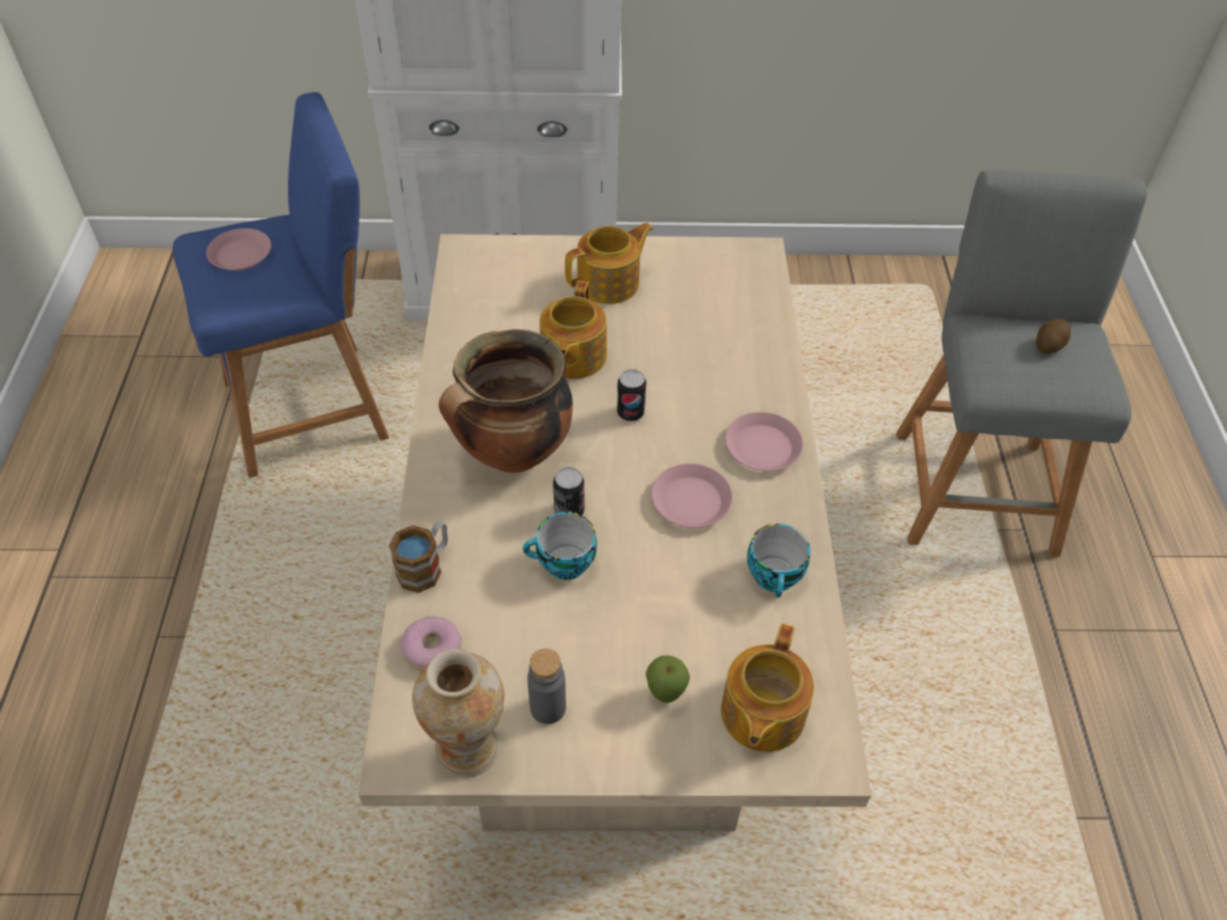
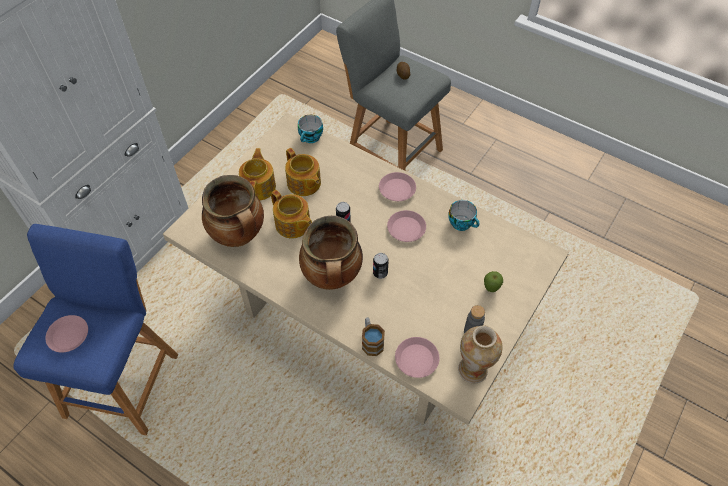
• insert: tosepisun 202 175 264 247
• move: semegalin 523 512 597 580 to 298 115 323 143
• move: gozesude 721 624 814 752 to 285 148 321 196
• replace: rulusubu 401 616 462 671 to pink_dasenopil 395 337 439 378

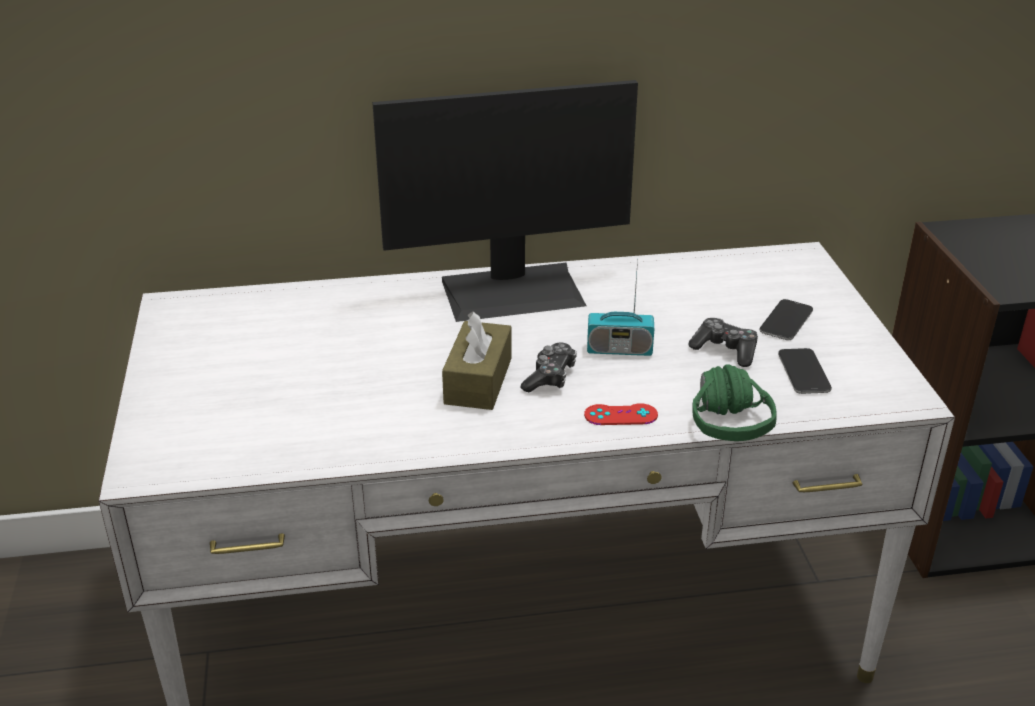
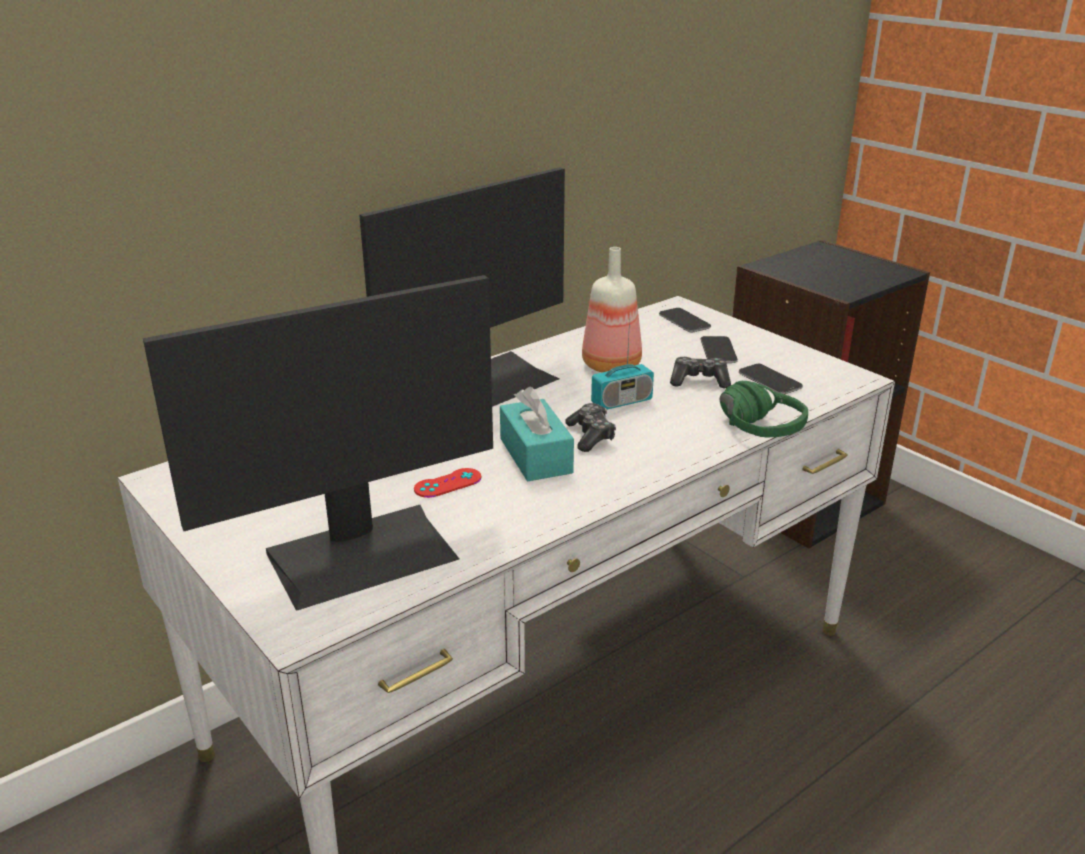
• insert: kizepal 143 275 493 611
• insert: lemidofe 582 247 642 372
• insert: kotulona 659 308 711 332
• move: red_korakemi 584 403 658 425 to 414 468 481 498
• recolor: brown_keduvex 442 312 512 410 to turquoise_keduvex 500 387 574 481

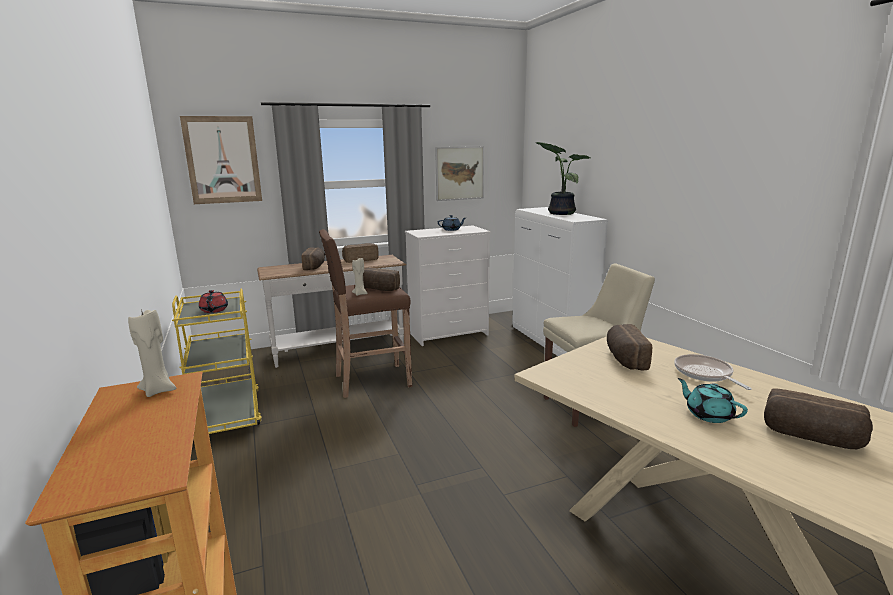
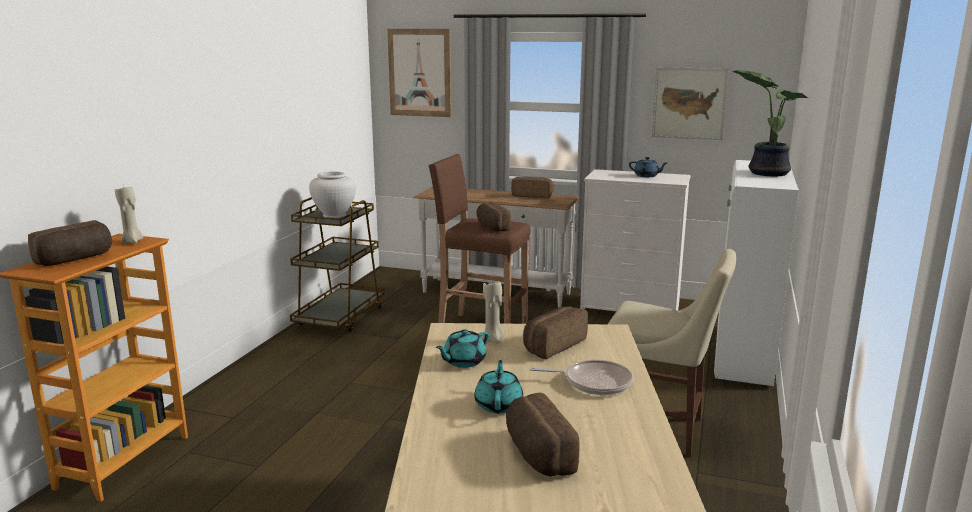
• insert: turquoise_gozesude 436 329 489 368
• move: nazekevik 302 247 325 270 to 28 220 112 266
• move: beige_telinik 352 258 368 296 to 482 279 504 343
• replace: red_gozesude 199 290 228 313 to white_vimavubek 309 172 356 218
• recolor: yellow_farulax 172 289 262 434 to brown_farulax 290 197 384 332
• rotate: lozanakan 674 354 752 390 = 530 360 633 395 75 degrees clockwise

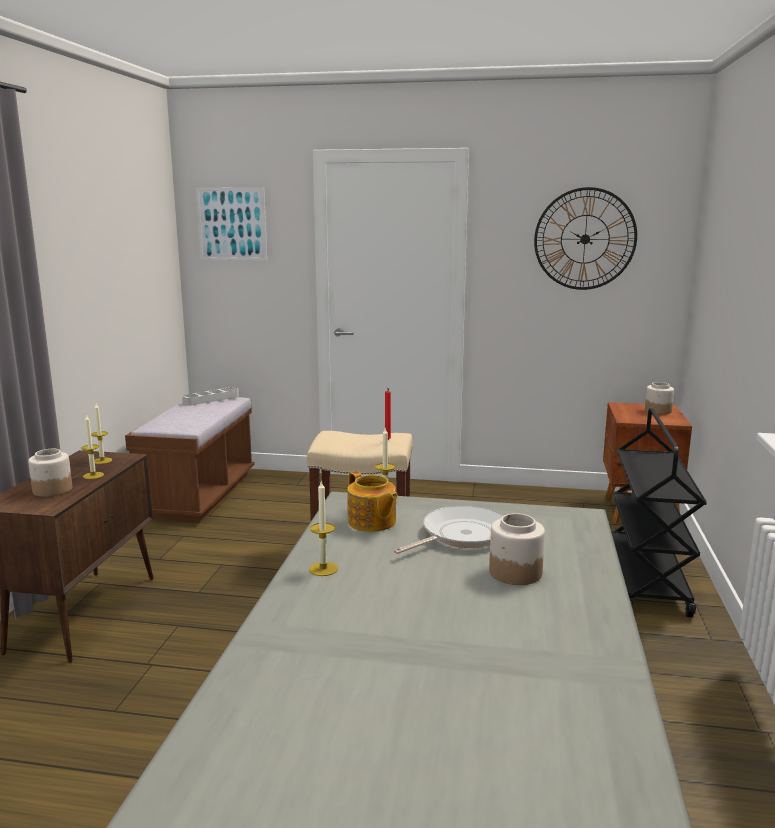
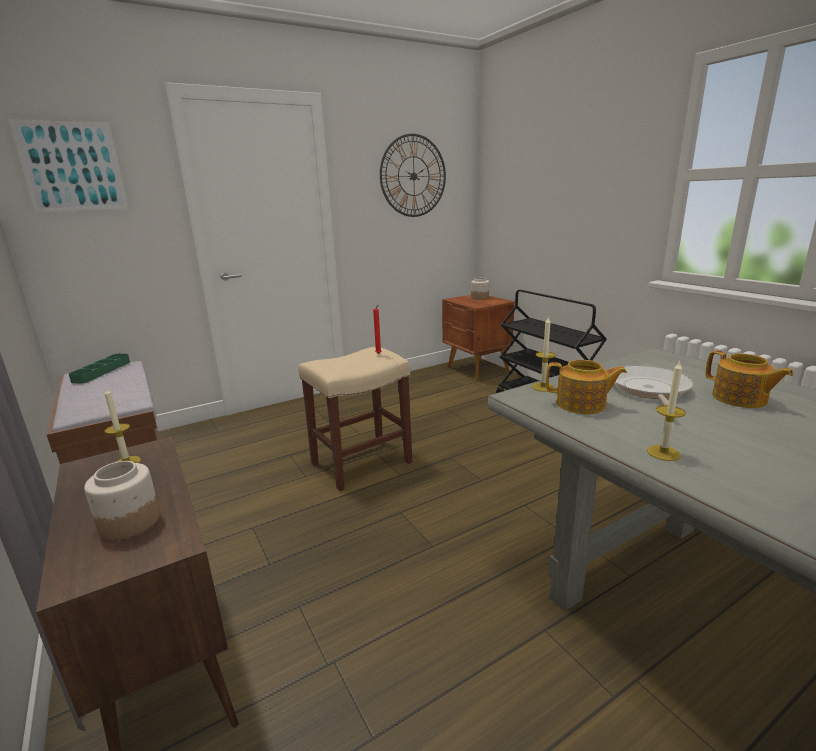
• delete: telinik 81 414 104 479
• replace: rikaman 489 513 545 585 to gozesude 705 350 794 408
• recolor: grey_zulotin 182 387 239 406 to green_zulotin 69 354 130 384

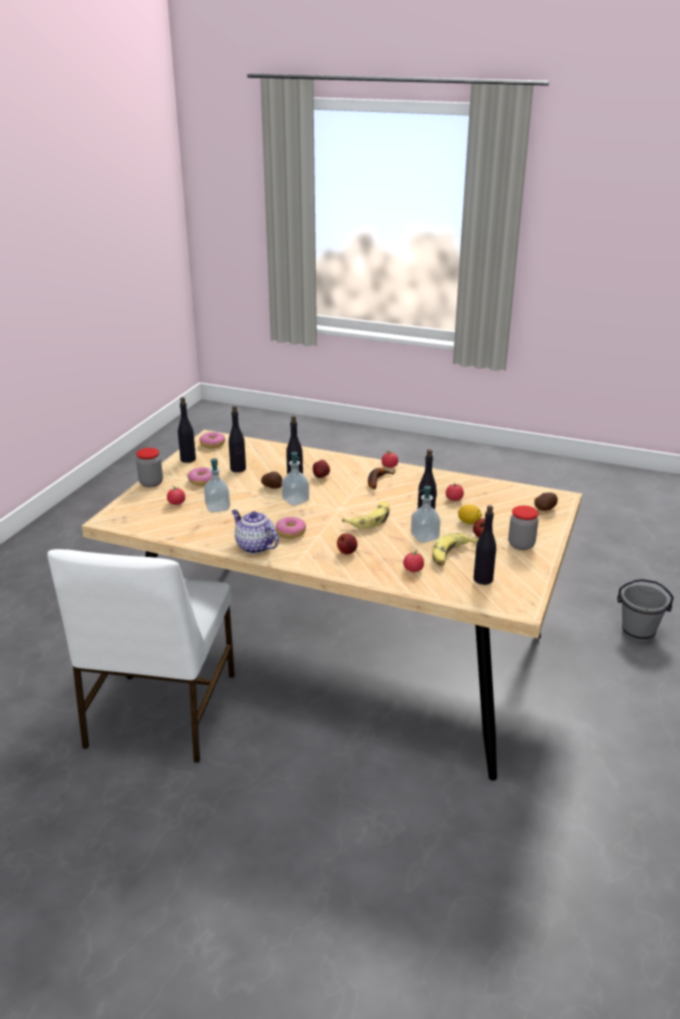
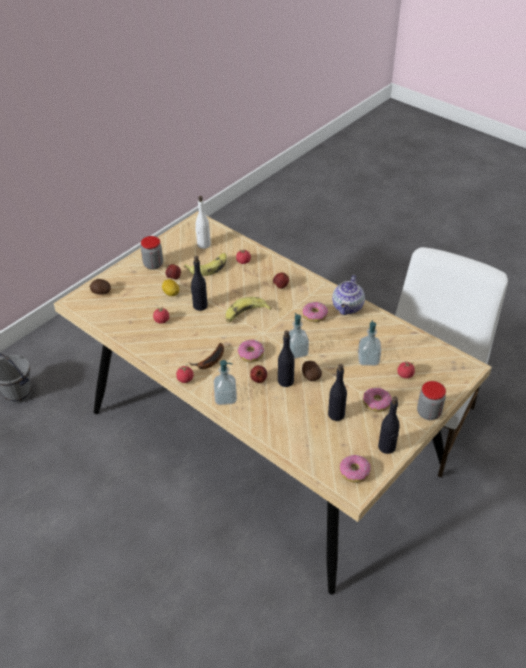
• insert: rulusubu 238 340 264 362
• move: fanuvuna 411 486 441 543 to 213 360 237 405
• recolor: black_lemidofe 474 505 496 585 to white_lemidofe 195 196 211 249
• rotate: gozesude 232 510 279 554 = 332 275 365 315 45 degrees clockwise

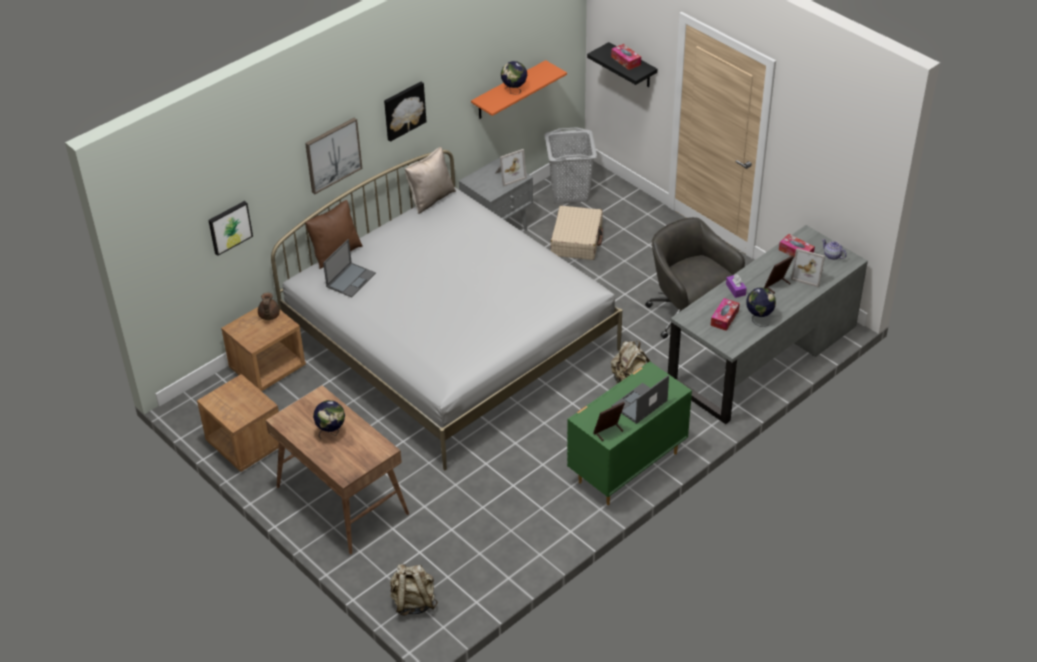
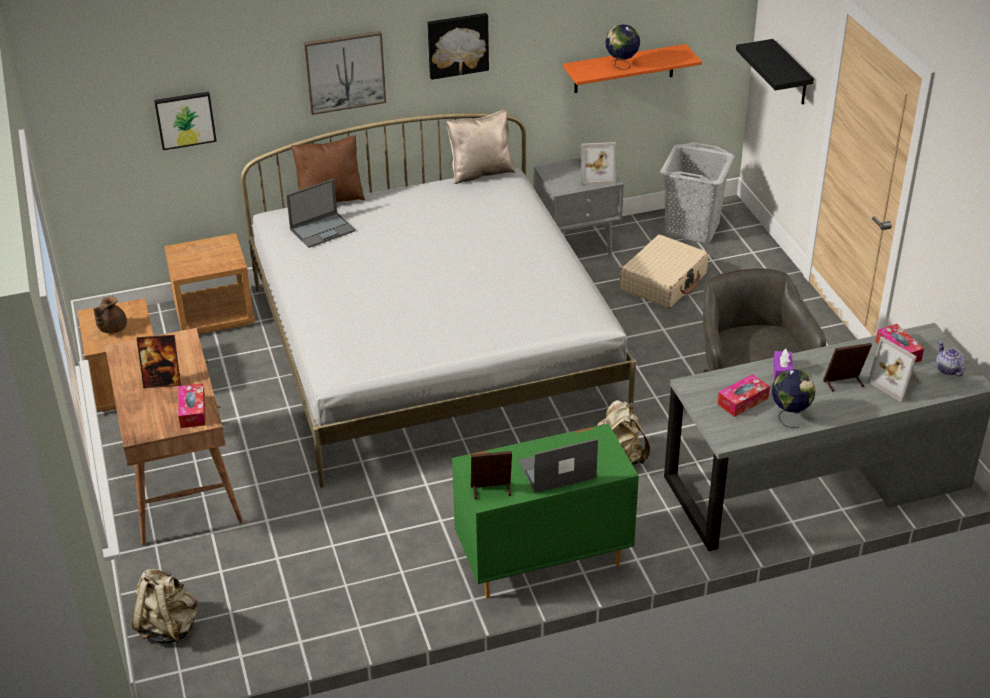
• move: brown_gozesude 258 293 280 320 to 93 296 127 333
• move: keduvex 611 44 641 70 to 178 383 206 428
• replace: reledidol 313 400 345 439 to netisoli 137 335 181 388

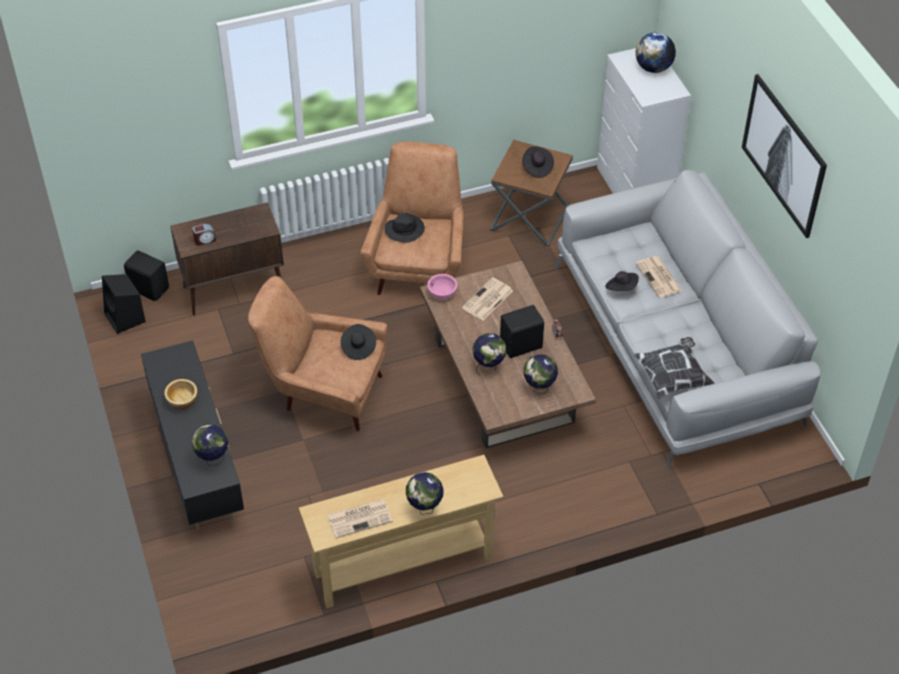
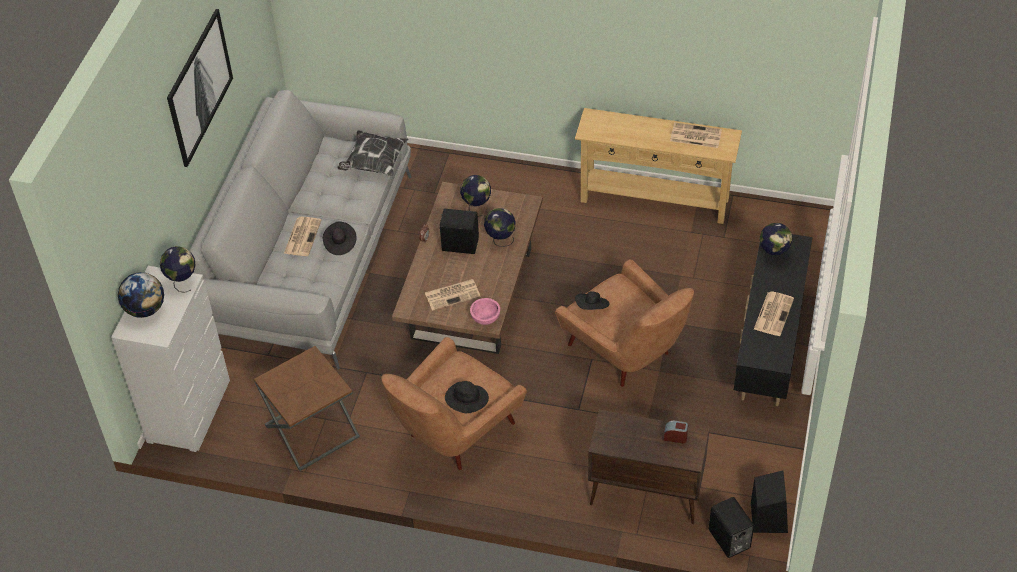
• delete: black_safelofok 522 147 554 178
• move: reledidol 406 472 444 515 to 160 246 196 293
• replace: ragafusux 164 379 198 410 to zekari 754 292 794 336

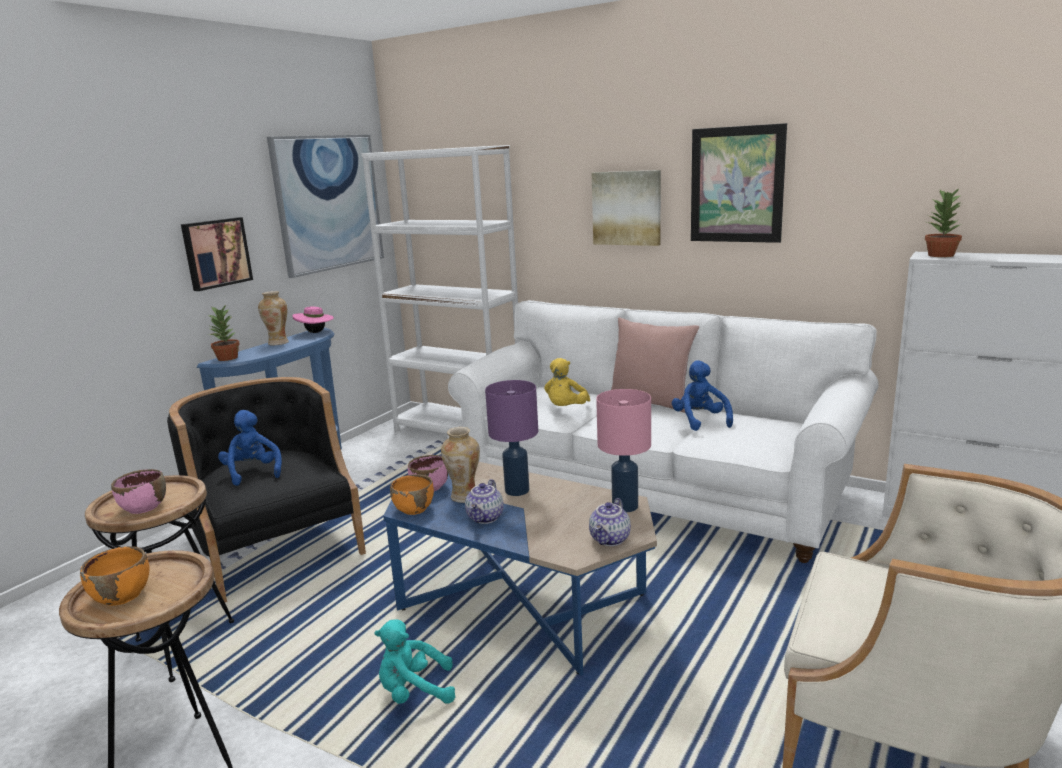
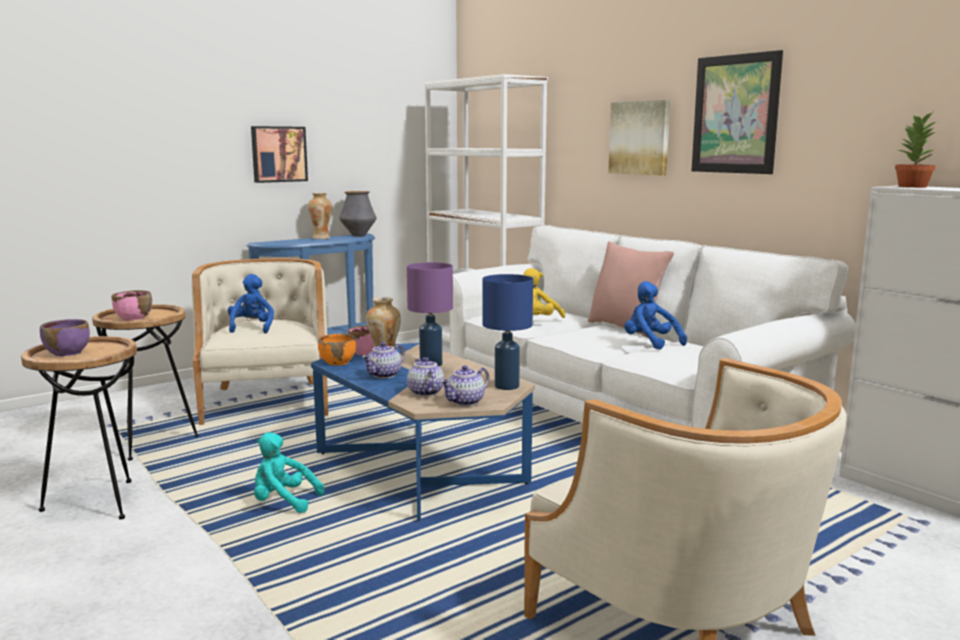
• delete: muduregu 208 304 240 361
• delete: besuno 267 135 384 278
• insert: gozesude 407 357 444 396
• replace: pink_safelofok 292 307 334 333 to vimavubek 339 191 377 237
• recolor: orange_ragafusux 80 546 150 606 to purple_ragafusux 40 319 90 356
• recolor: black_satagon 167 377 366 602 to beige_satagon 192 258 328 425
• recolor: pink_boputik 596 389 651 512 to blue_boputik 482 274 533 390
• rotate: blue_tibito 672 360 733 431 = 624 281 687 350 45 degrees counterclockwise

